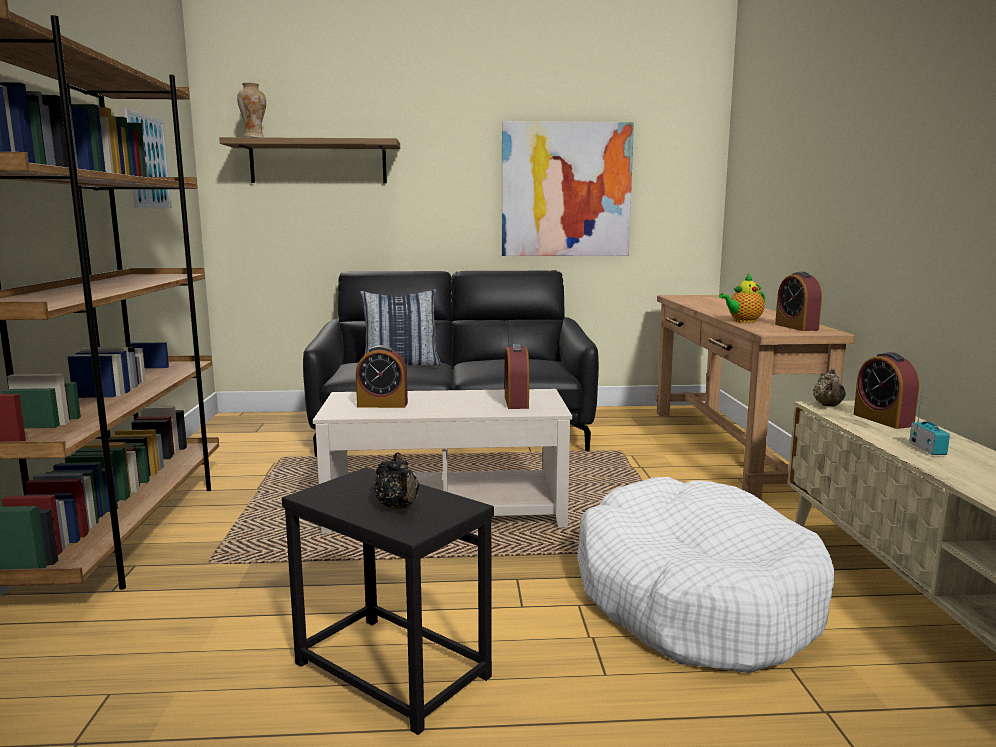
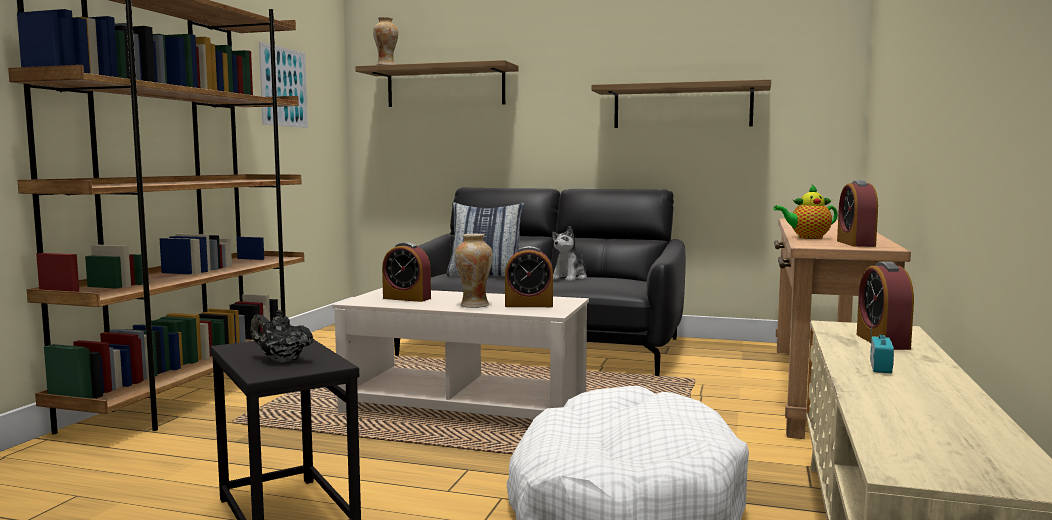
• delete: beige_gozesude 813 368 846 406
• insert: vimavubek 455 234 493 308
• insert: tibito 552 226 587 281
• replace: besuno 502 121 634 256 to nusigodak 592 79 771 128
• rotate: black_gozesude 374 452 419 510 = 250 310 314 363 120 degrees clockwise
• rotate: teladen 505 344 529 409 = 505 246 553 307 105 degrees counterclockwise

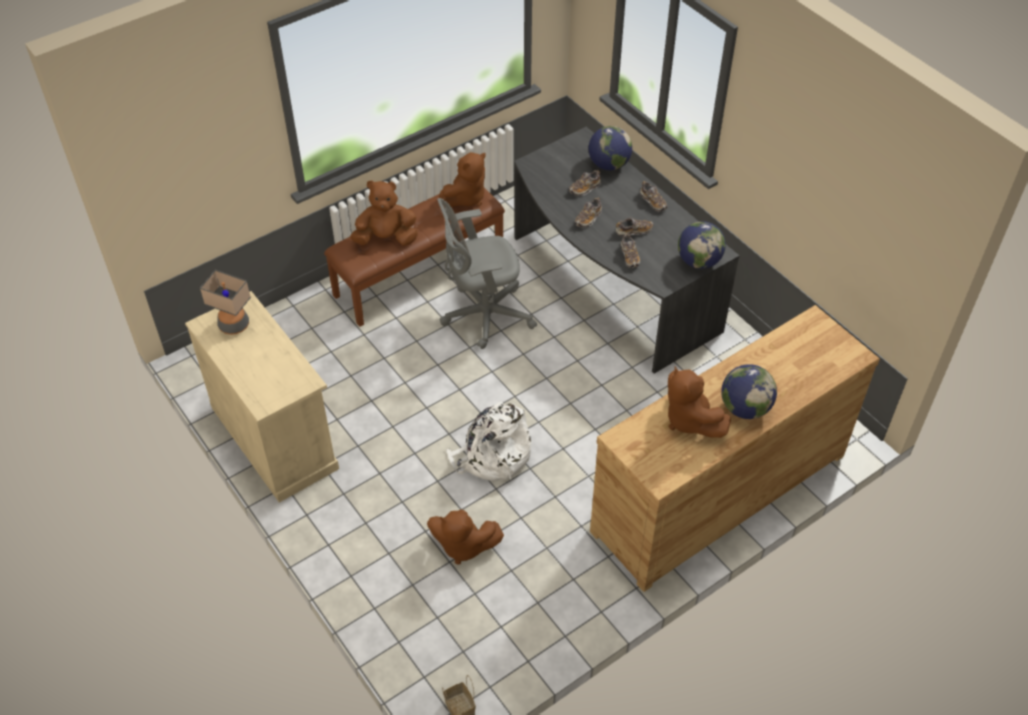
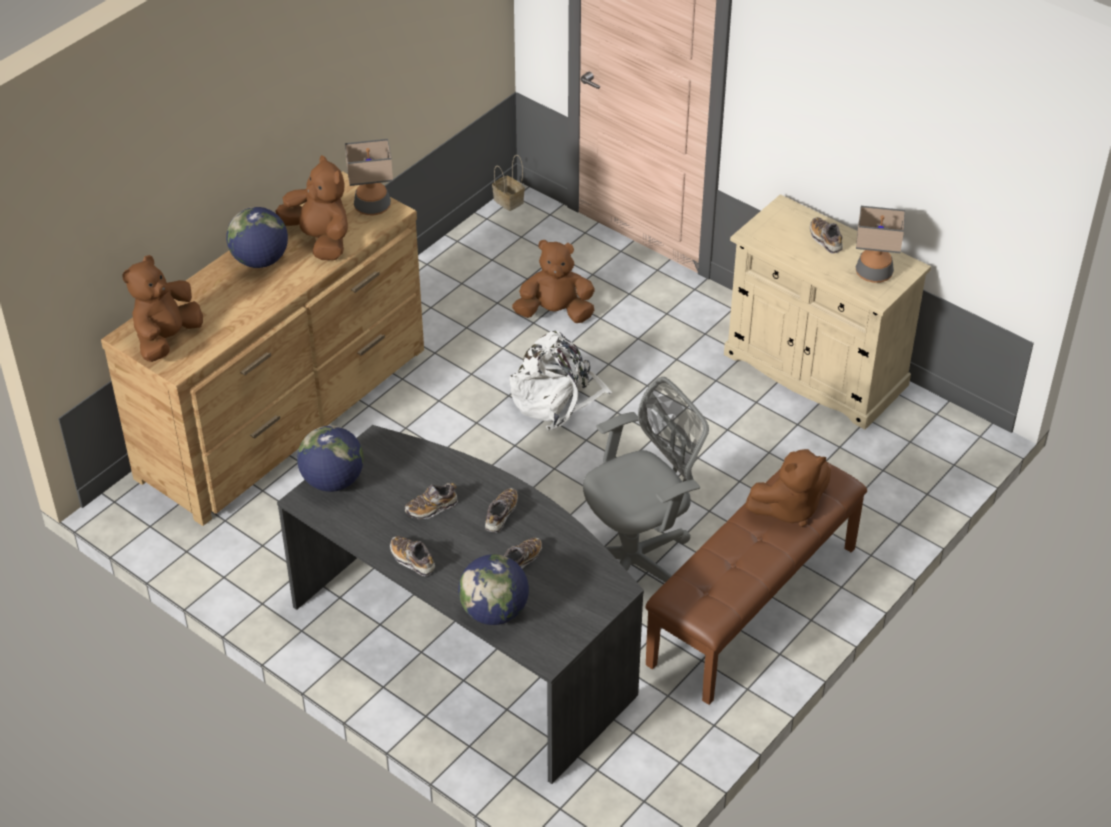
• insert: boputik 345 139 393 215
• move: brown_tibito 439 152 486 207 to 122 255 203 362
• move: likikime 621 233 640 268 to 810 217 843 254

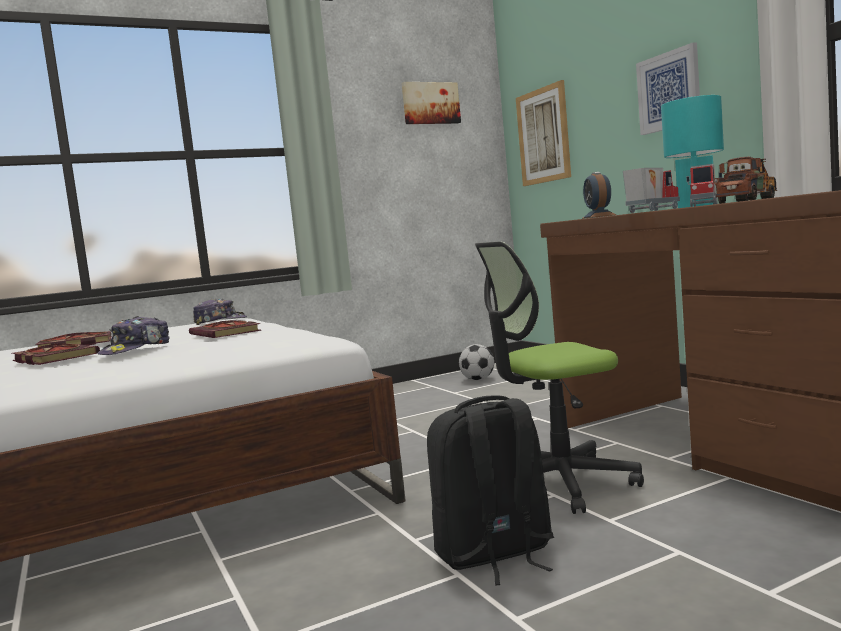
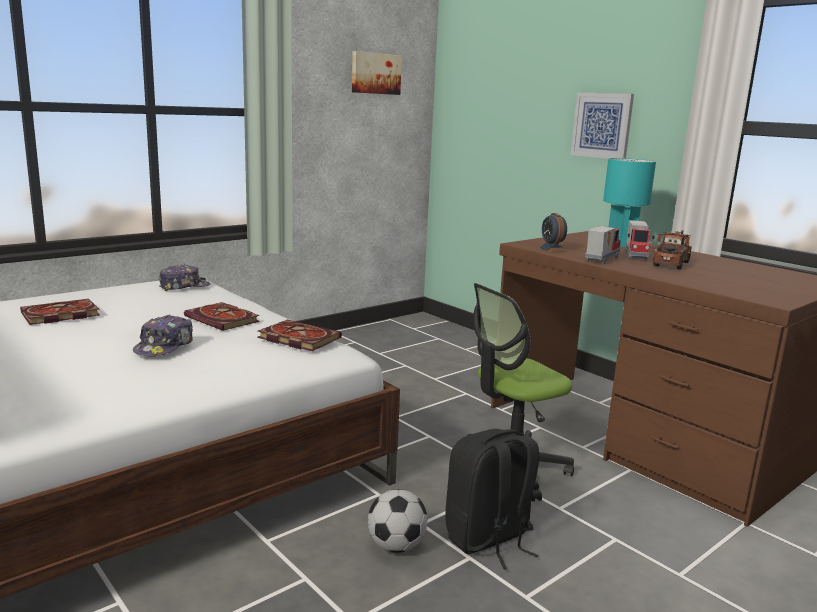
• delete: besuno 516 80 571 186
• move: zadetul 11 343 100 365 to 257 320 342 351
• move: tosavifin 459 344 494 380 to 368 489 427 553

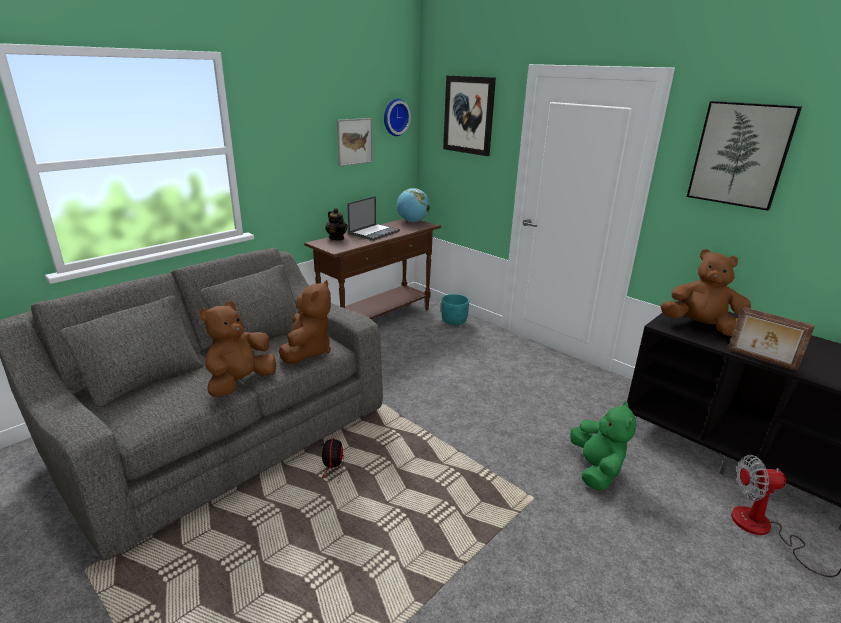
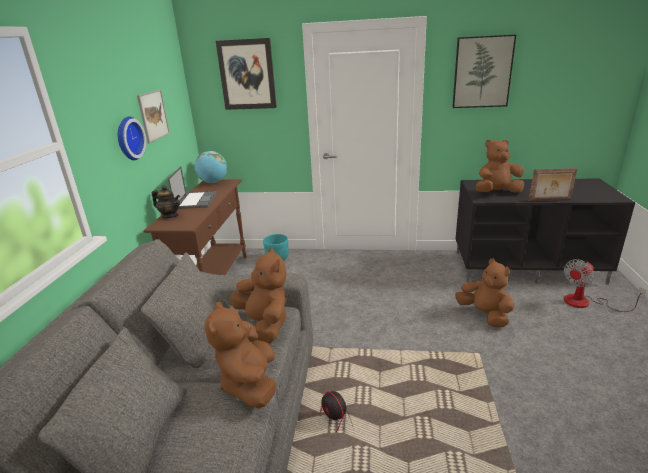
• move: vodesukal 384 99 411 136 to 118 116 146 160
• recolor: green_tibito 570 401 636 491 to brown_tibito 455 258 514 327

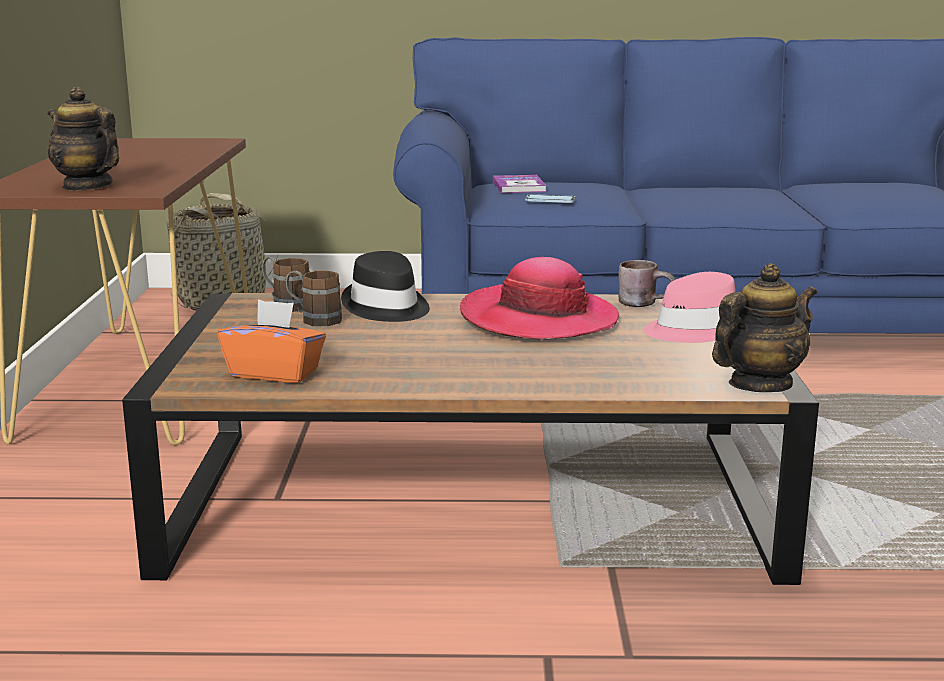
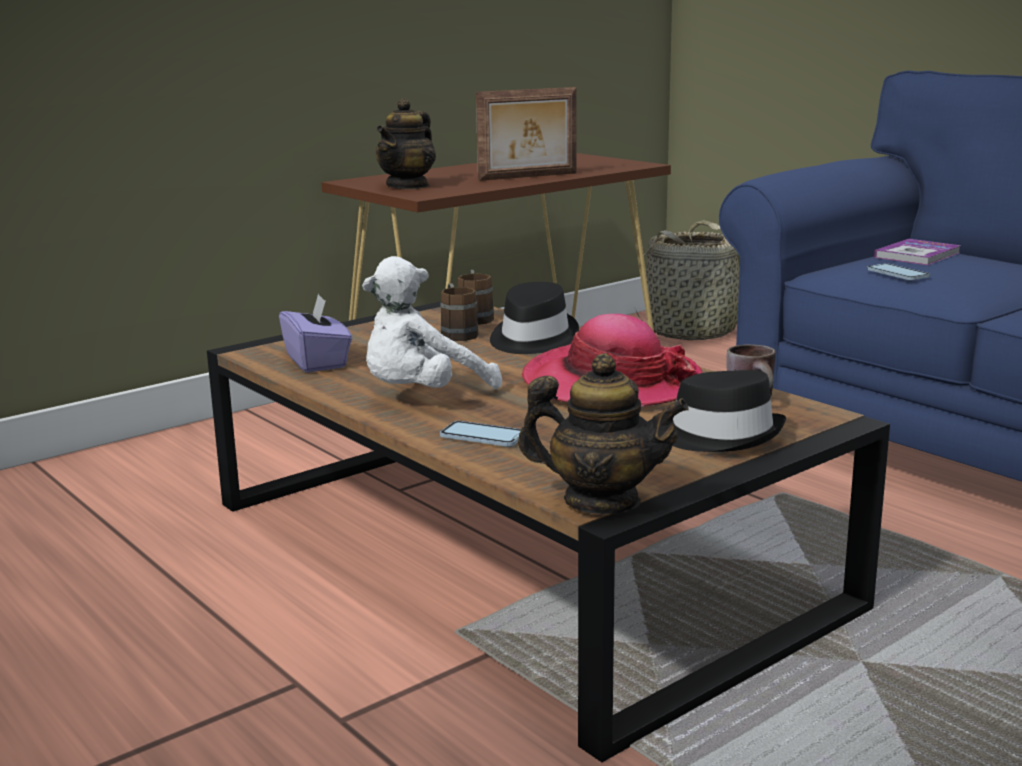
• insert: white_tibito 362 256 502 389
• insert: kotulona 440 421 521 447
• insert: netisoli 476 87 576 181
• recolor: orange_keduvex 218 299 326 383 to purple_keduvex 279 293 352 373
• recolor: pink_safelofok 644 272 735 343 to black_safelofok 672 370 786 452
• rotate: gozesude 47 87 119 191 = 376 98 436 189 150 degrees counterclockwise

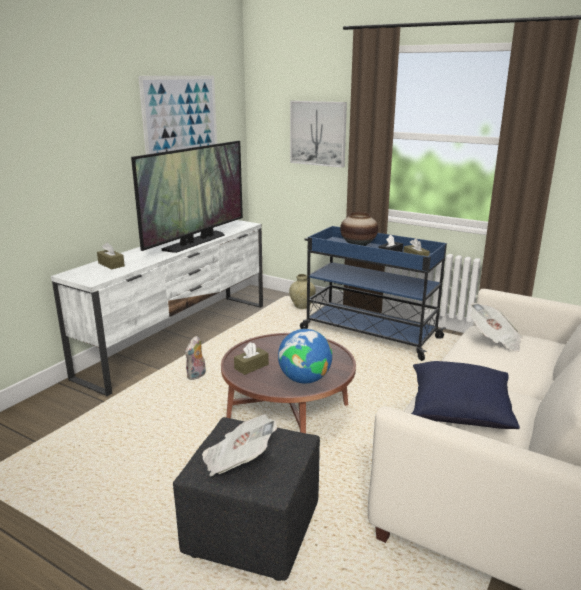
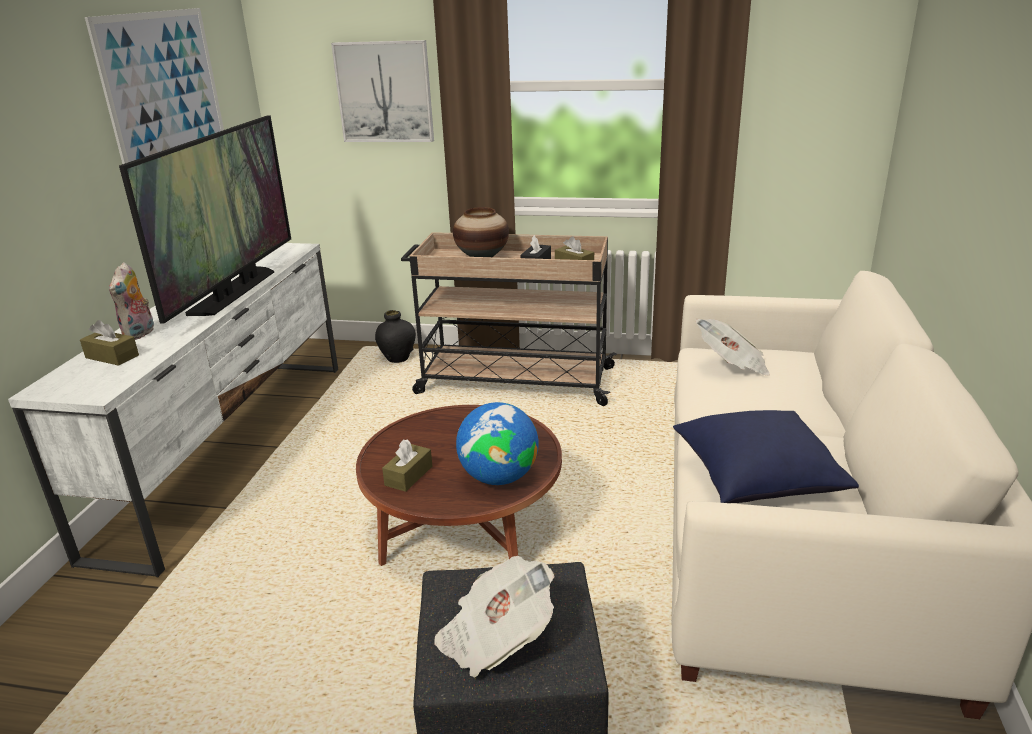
• move: tibito 185 336 206 380 to 109 262 154 340
• recolor: beige_vimavubek 289 274 316 309 to black_vimavubek 375 310 416 363
• recolor: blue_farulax 300 226 447 361 to beige_farulax 401 232 617 406

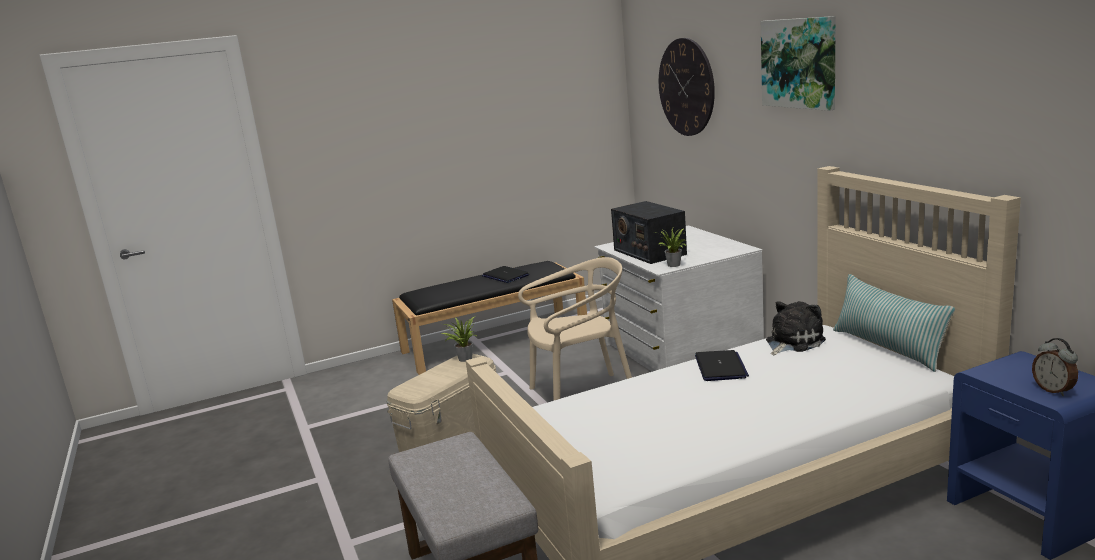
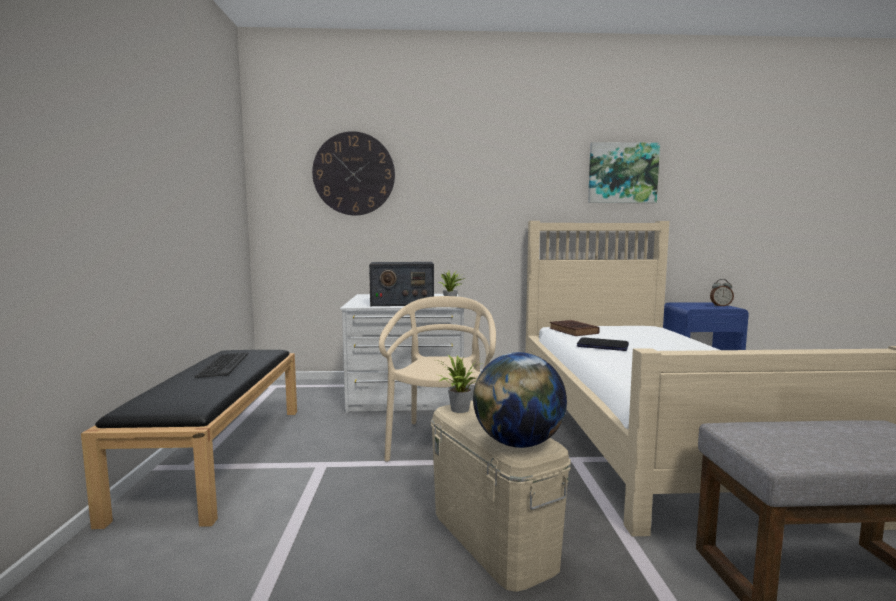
• delete: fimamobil 833 274 955 372
• insert: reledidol 473 352 567 448
• move: besuno 761 16 836 111 to 588 142 660 203
• replace: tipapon 482 266 529 283 to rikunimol 195 353 248 378
• replace: tibito 766 301 826 355 to brown_zadetul 550 320 600 336

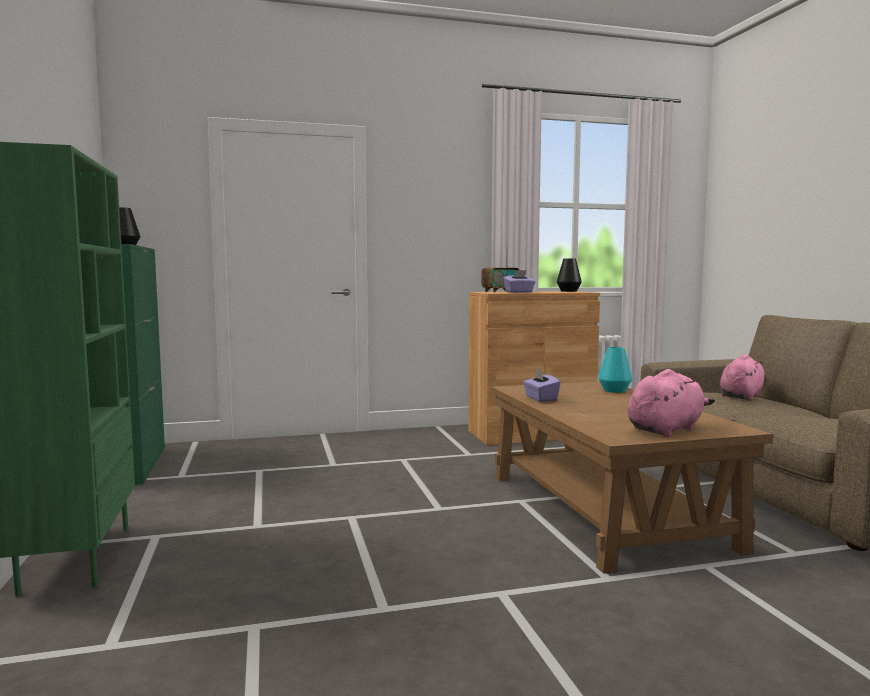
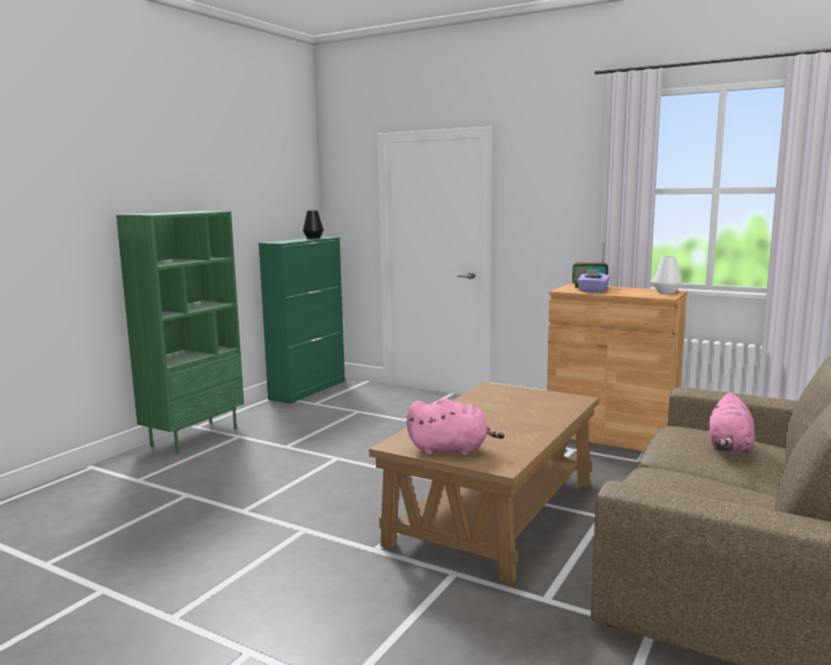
• delete: purple_keduvex 523 369 561 402
• delete: turquoise_vimavubek 598 347 632 393
• recolor: black_vimavubek 557 258 582 292 to white_vimavubek 653 256 682 294
• rotate: pink_tibito 720 354 766 401 = 708 392 755 454 120 degrees clockwise

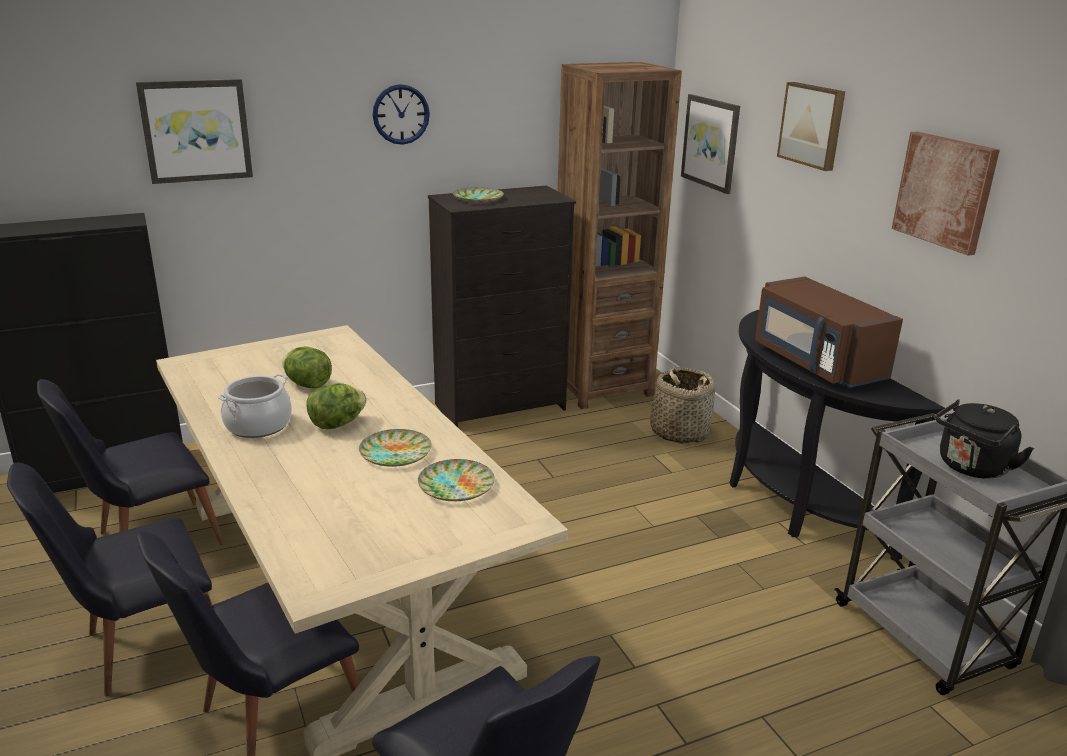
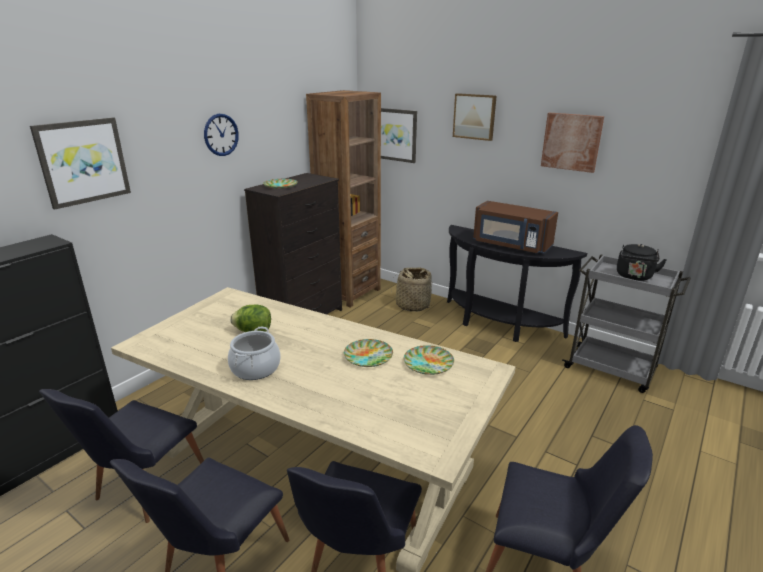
• delete: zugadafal 306 383 367 429

